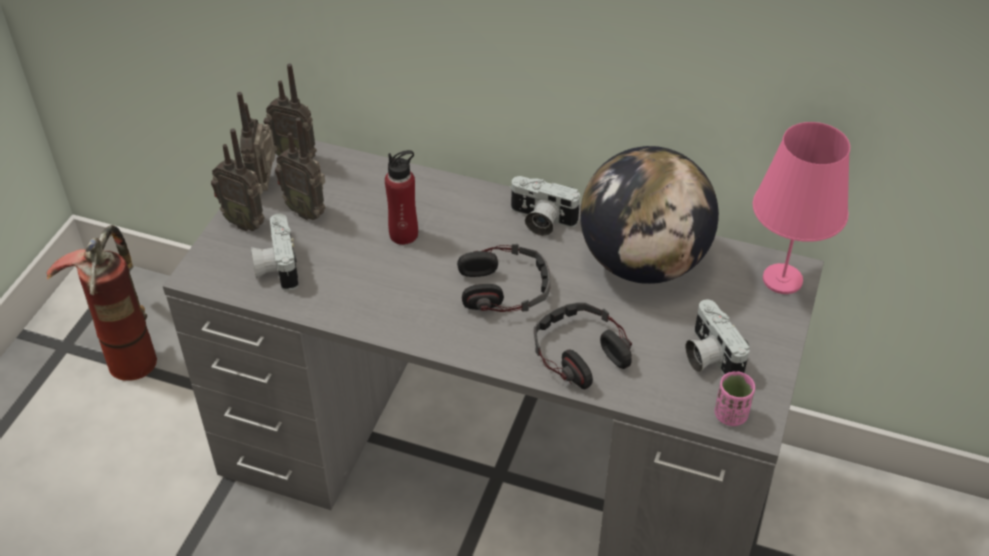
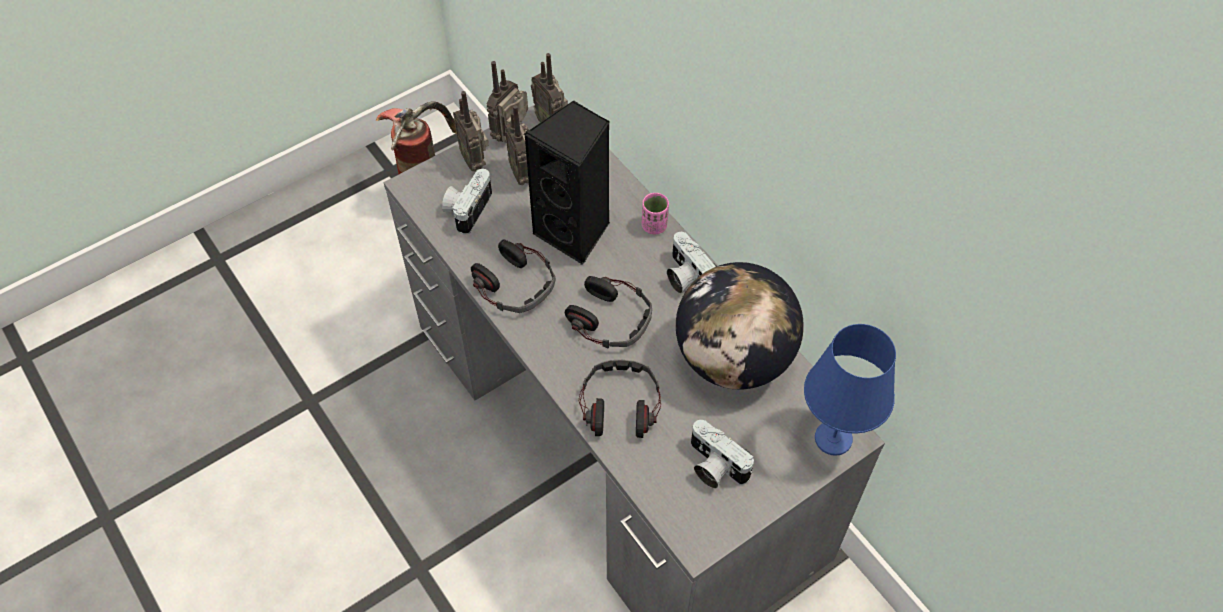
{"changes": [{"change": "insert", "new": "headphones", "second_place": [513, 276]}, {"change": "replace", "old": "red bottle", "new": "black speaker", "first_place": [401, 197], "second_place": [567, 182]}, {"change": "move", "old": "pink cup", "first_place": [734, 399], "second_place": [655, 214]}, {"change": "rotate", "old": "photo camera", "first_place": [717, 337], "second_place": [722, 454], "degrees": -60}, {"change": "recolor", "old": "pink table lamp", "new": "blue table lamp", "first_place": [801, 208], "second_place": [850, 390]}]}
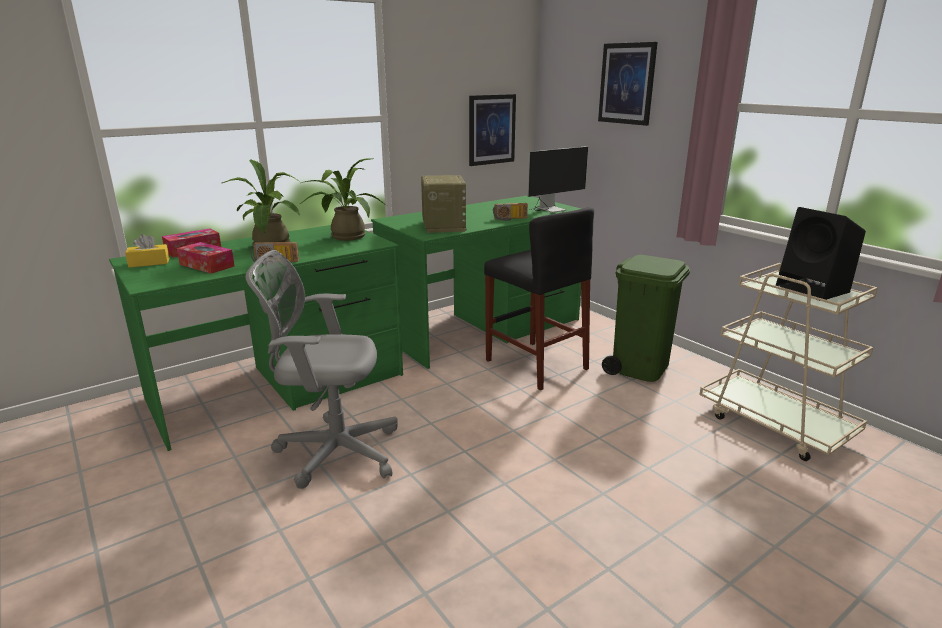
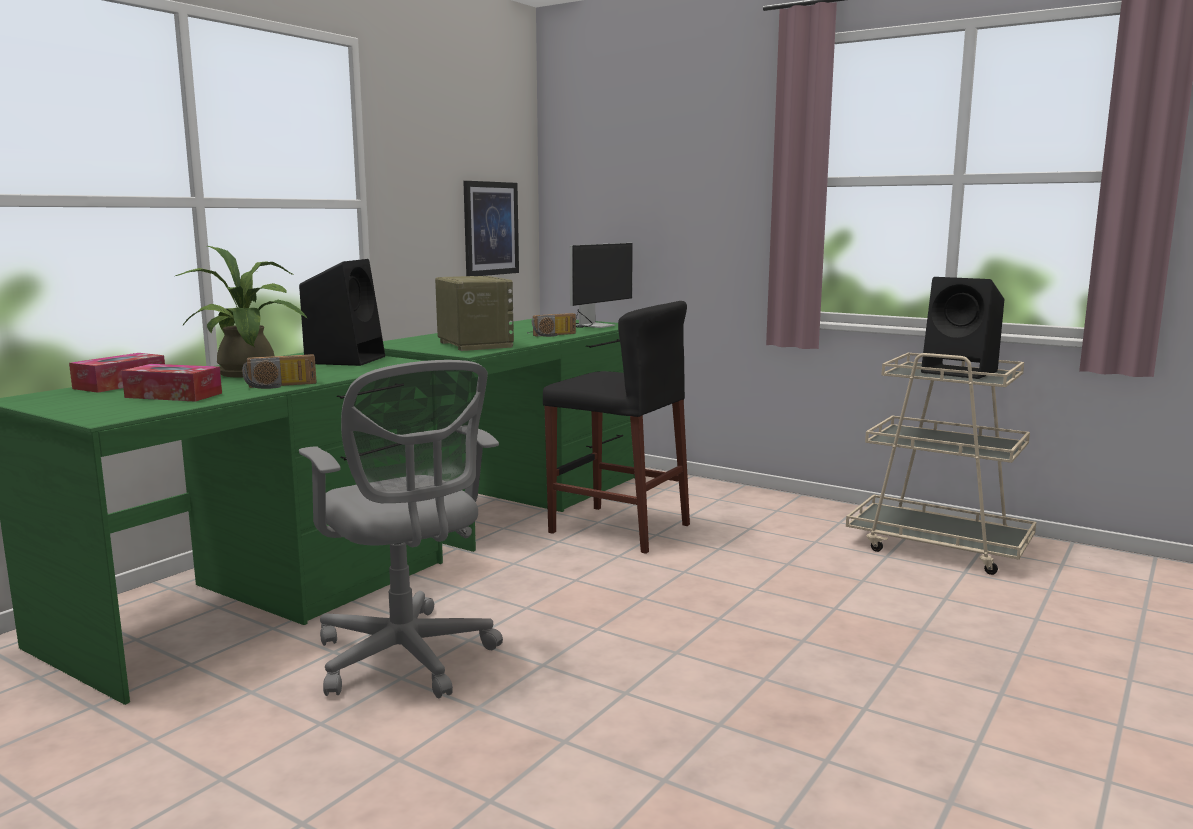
{"changes": [{"change": "replace", "old": "potted plant", "new": "black speaker", "first_place": [343, 199], "second_place": [342, 312]}, {"change": "rotate", "old": "grey office chair", "first_place": [322, 369], "second_place": [401, 529], "degrees": -105}, {"change": "delete", "old": "yellow tissue box", "first_place": [147, 251]}, {"change": "delete", "old": "picture", "first_place": [628, 84]}, {"change": "delete", "old": "green trash can", "first_place": [646, 318]}]}
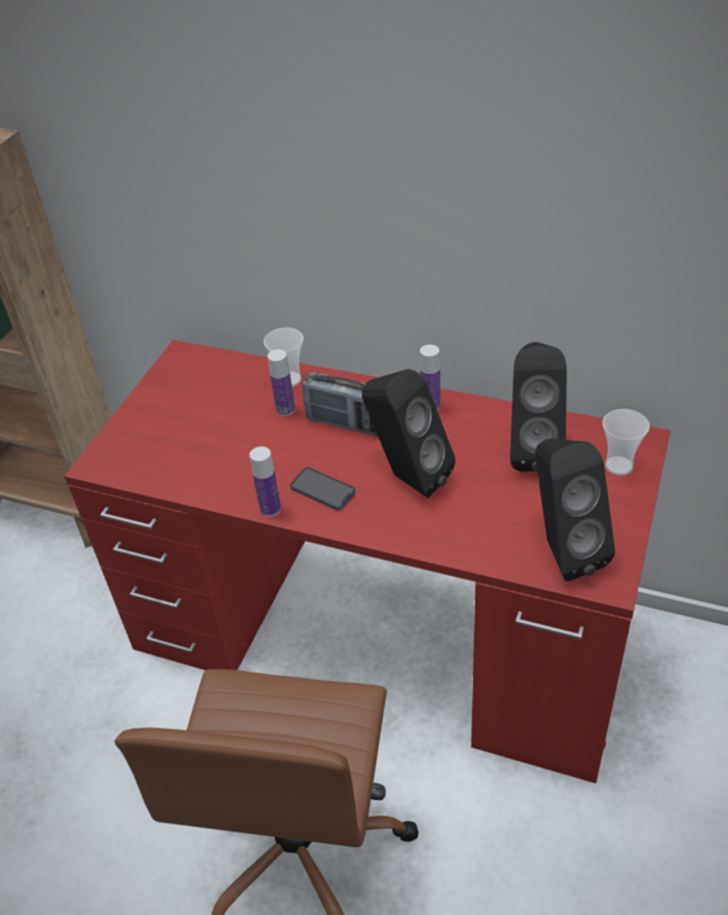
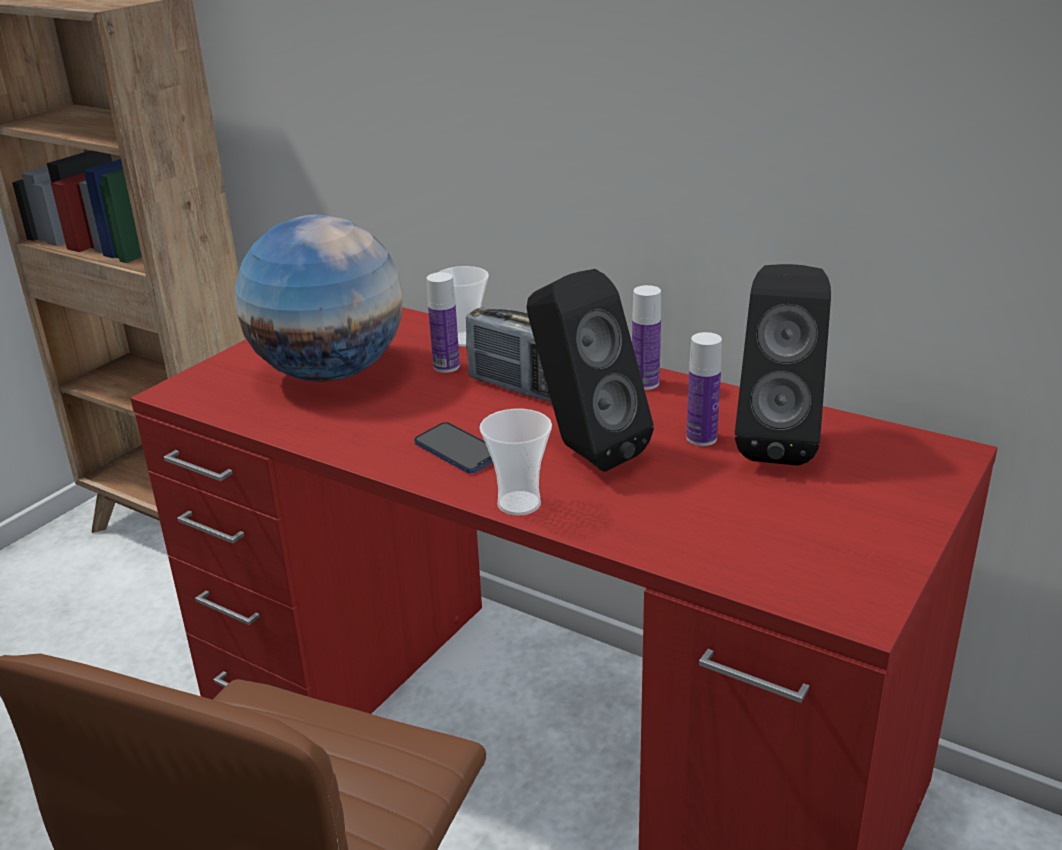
{"changes": [{"change": "insert", "new": "globe", "second_place": [319, 298]}, {"change": "move", "old": "cup", "first_place": [626, 442], "second_place": [516, 462]}, {"change": "move", "old": "bottle", "first_place": [265, 481], "second_place": [704, 389]}, {"change": "delete", "old": "black speaker", "first_place": [575, 509]}]}
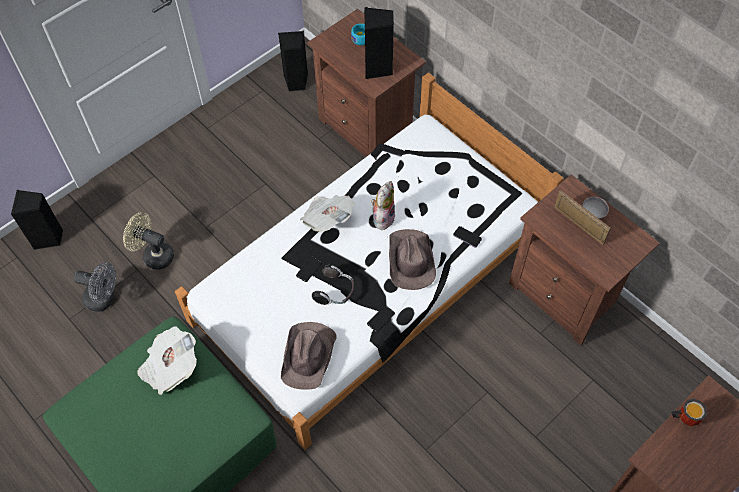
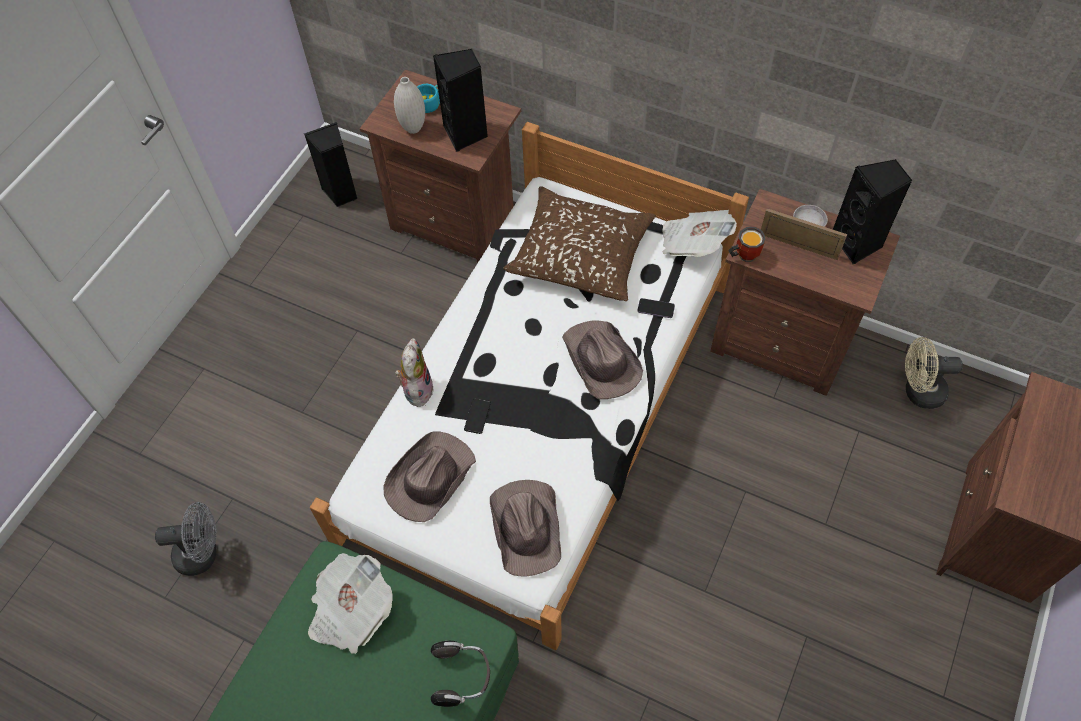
{"changes": [{"change": "insert", "new": "brown hat", "second_place": [429, 477]}, {"change": "insert", "new": "white vase", "second_place": [409, 105]}, {"change": "move", "old": "plush toy", "first_place": [383, 205], "second_place": [414, 372]}, {"change": "move", "old": "headphones", "first_place": [333, 285], "second_place": [460, 674]}, {"change": "insert", "new": "brown pillow", "second_place": [579, 243]}, {"change": "move", "old": "newspaper", "first_place": [328, 213], "second_place": [699, 233]}, {"change": "move", "old": "mug", "first_place": [689, 412], "second_place": [747, 244]}, {"change": "move", "old": "black speaker", "first_place": [37, 220], "second_place": [872, 212]}, {"change": "move", "old": "beige fan", "first_place": [148, 241], "second_place": [934, 373]}, {"change": "delete", "old": "phone", "first_place": [381, 318]}]}
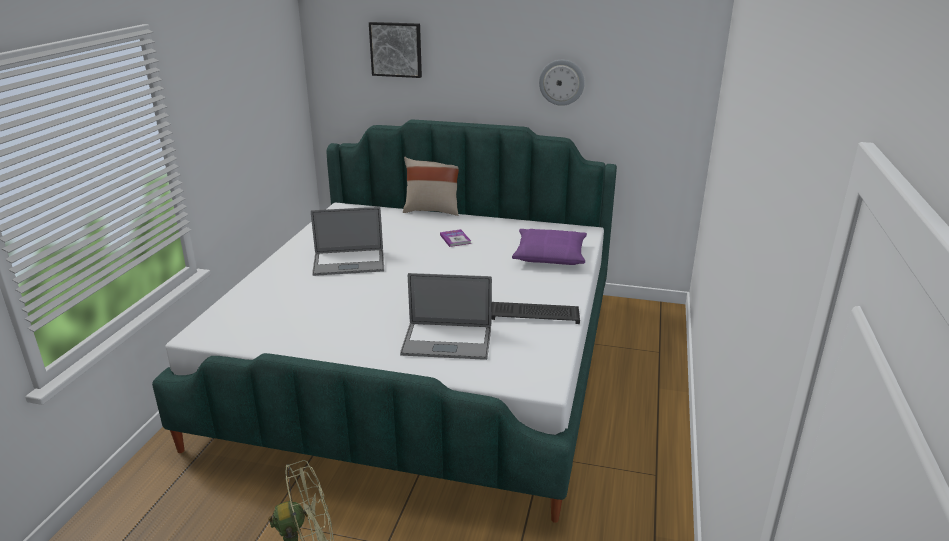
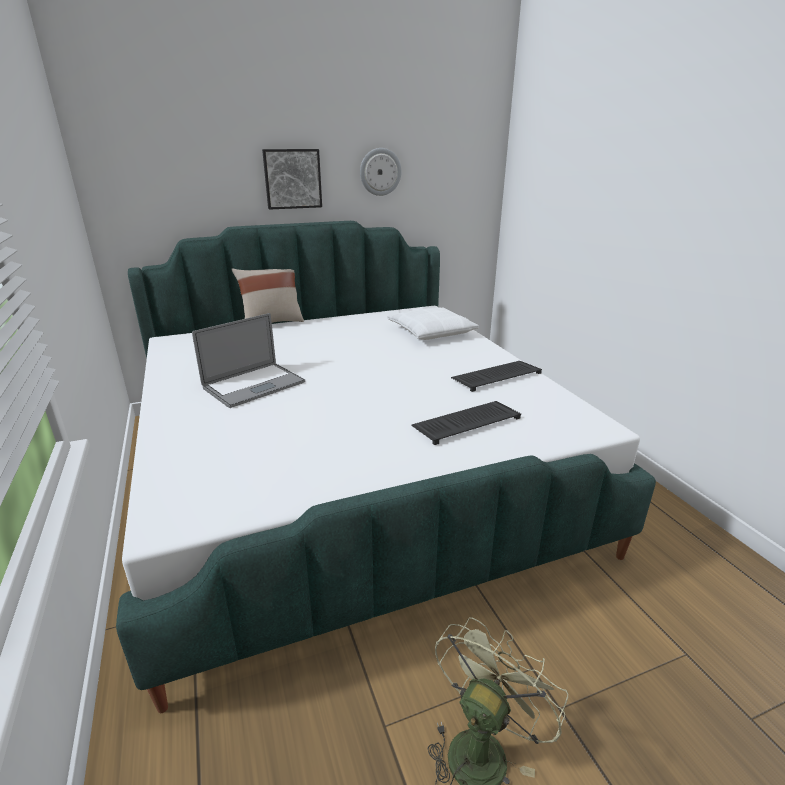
{"changes": [{"change": "move", "old": "picture", "first_place": [395, 50], "second_place": [292, 179]}, {"change": "recolor", "old": "purple pillow", "new": "white pillow", "first_place": [549, 247], "second_place": [433, 323]}, {"change": "replace", "old": "laptop", "new": "keyboard", "first_place": [446, 316], "second_place": [466, 423]}, {"change": "delete", "old": "book", "first_place": [455, 238]}]}
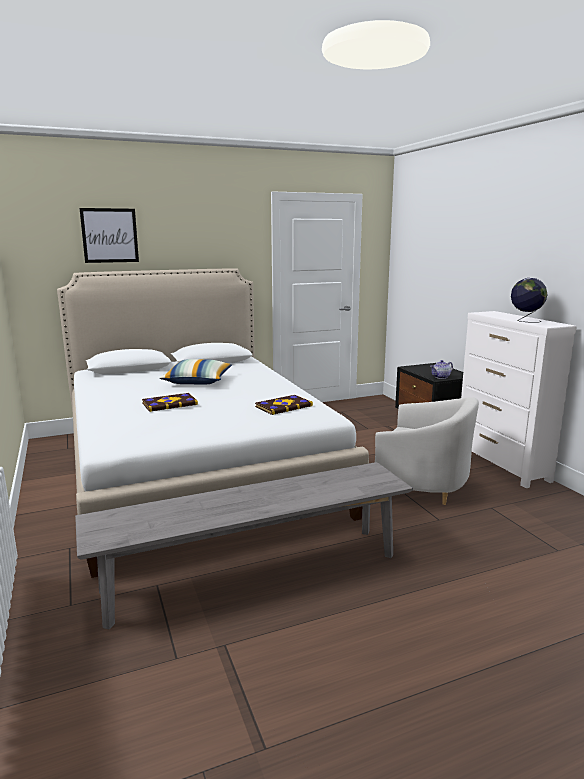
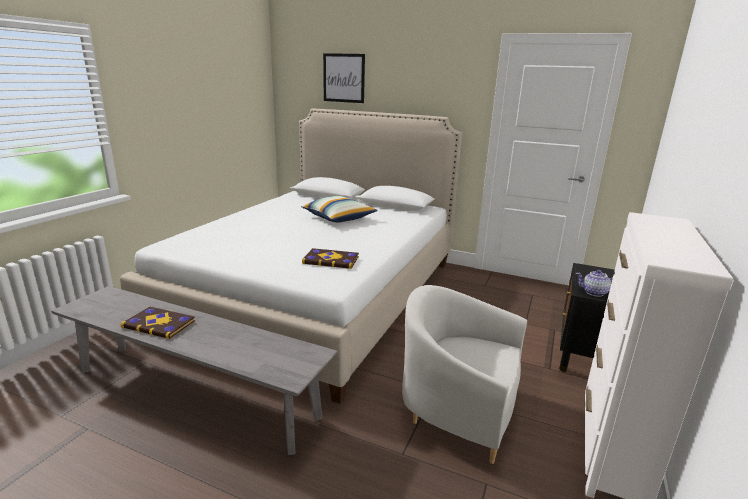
{"changes": [{"change": "move", "old": "book", "first_place": [170, 402], "second_place": [158, 322]}, {"change": "rotate", "old": "white armchair", "first_place": [427, 451], "second_place": [464, 374], "degrees": 135}, {"change": "delete", "old": "globe", "first_place": [529, 300]}]}
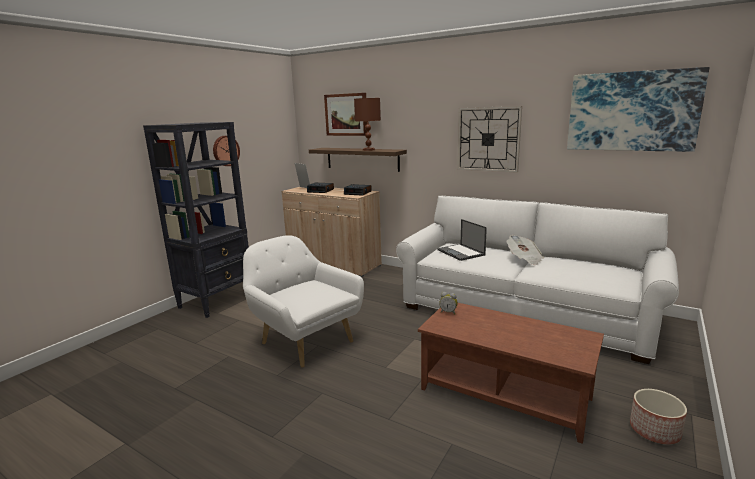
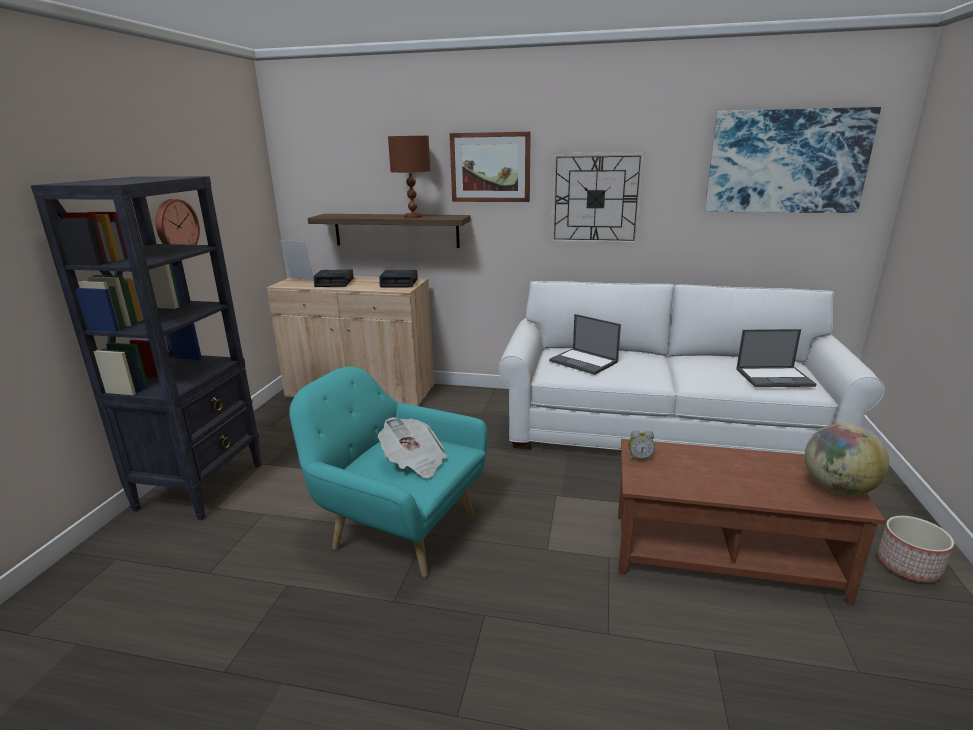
{"changes": [{"change": "recolor", "old": "white armchair", "new": "turquoise armchair", "first_place": [303, 301], "second_place": [388, 472]}, {"change": "move", "old": "newspaper", "first_place": [525, 250], "second_place": [412, 447]}, {"change": "move", "old": "picture", "first_place": [345, 114], "second_place": [490, 167]}, {"change": "insert", "new": "laptop", "second_place": [776, 358]}, {"change": "insert", "new": "globe", "second_place": [847, 459]}]}
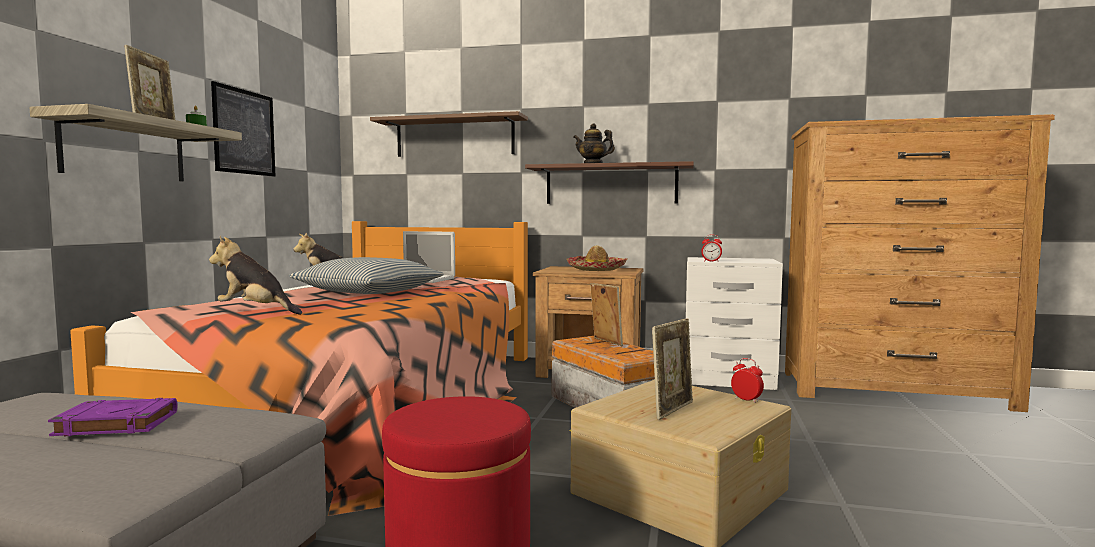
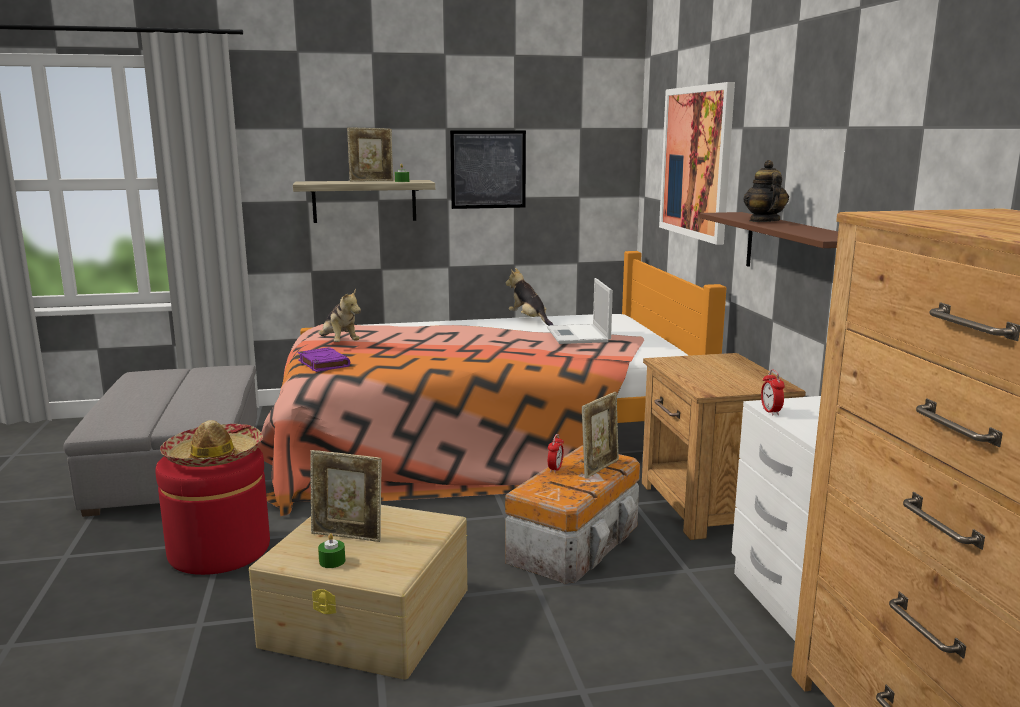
{"changes": [{"change": "move", "old": "hat", "first_place": [597, 258], "second_place": [211, 443]}, {"change": "move", "old": "purple book", "first_place": [113, 417], "second_place": [324, 359]}, {"change": "rotate", "old": "plush toy", "first_place": [255, 275], "second_place": [339, 315], "degrees": 150}, {"change": "insert", "new": "green candle", "second_place": [331, 550]}, {"change": "move", "old": "alarm clock", "first_place": [747, 380], "second_place": [556, 453]}, {"change": "replace", "old": "brown shelf", "new": "picture", "first_place": [449, 134], "second_place": [697, 163]}, {"change": "delete", "old": "pillow", "first_place": [366, 275]}]}
